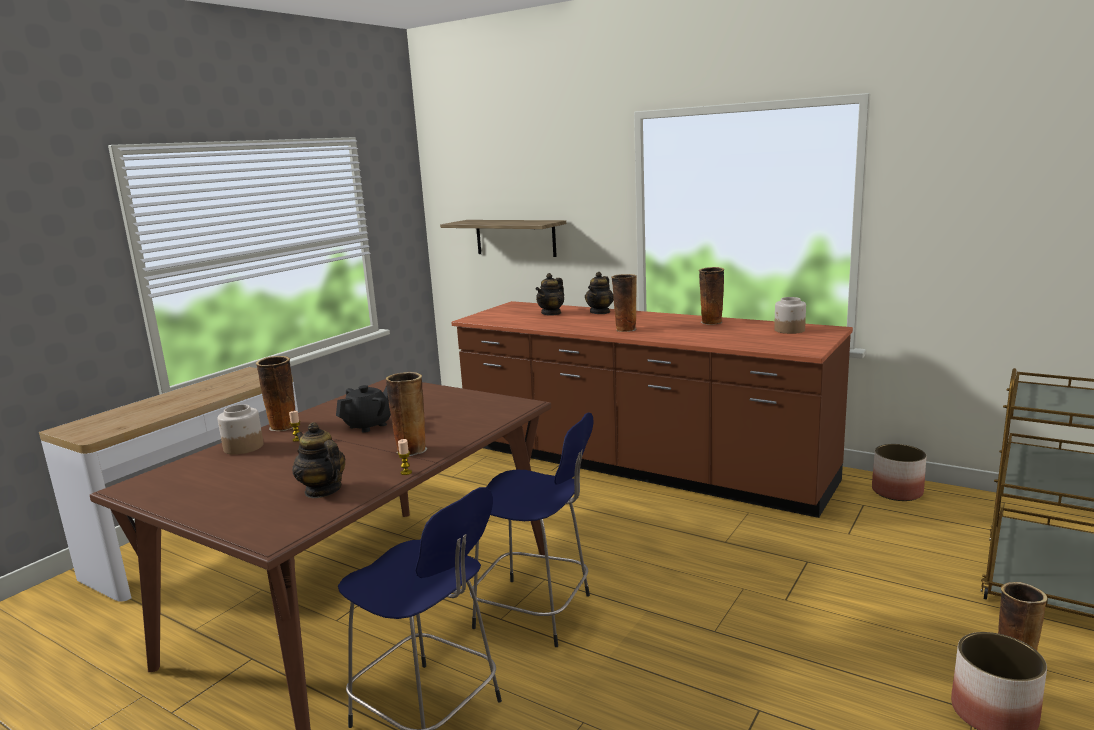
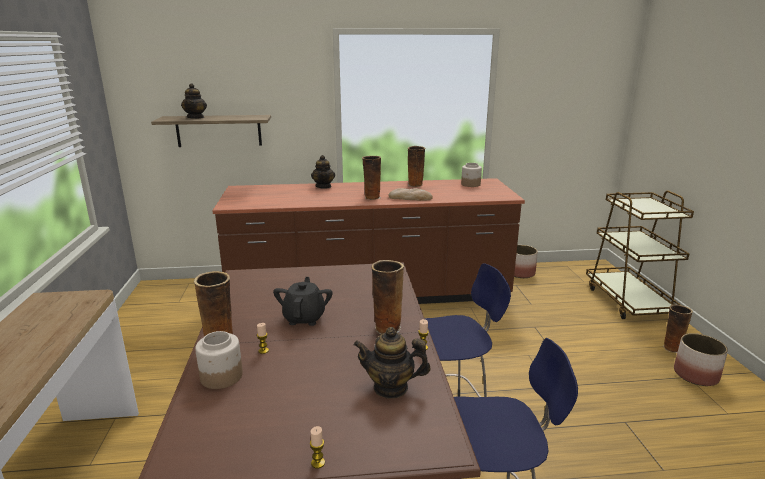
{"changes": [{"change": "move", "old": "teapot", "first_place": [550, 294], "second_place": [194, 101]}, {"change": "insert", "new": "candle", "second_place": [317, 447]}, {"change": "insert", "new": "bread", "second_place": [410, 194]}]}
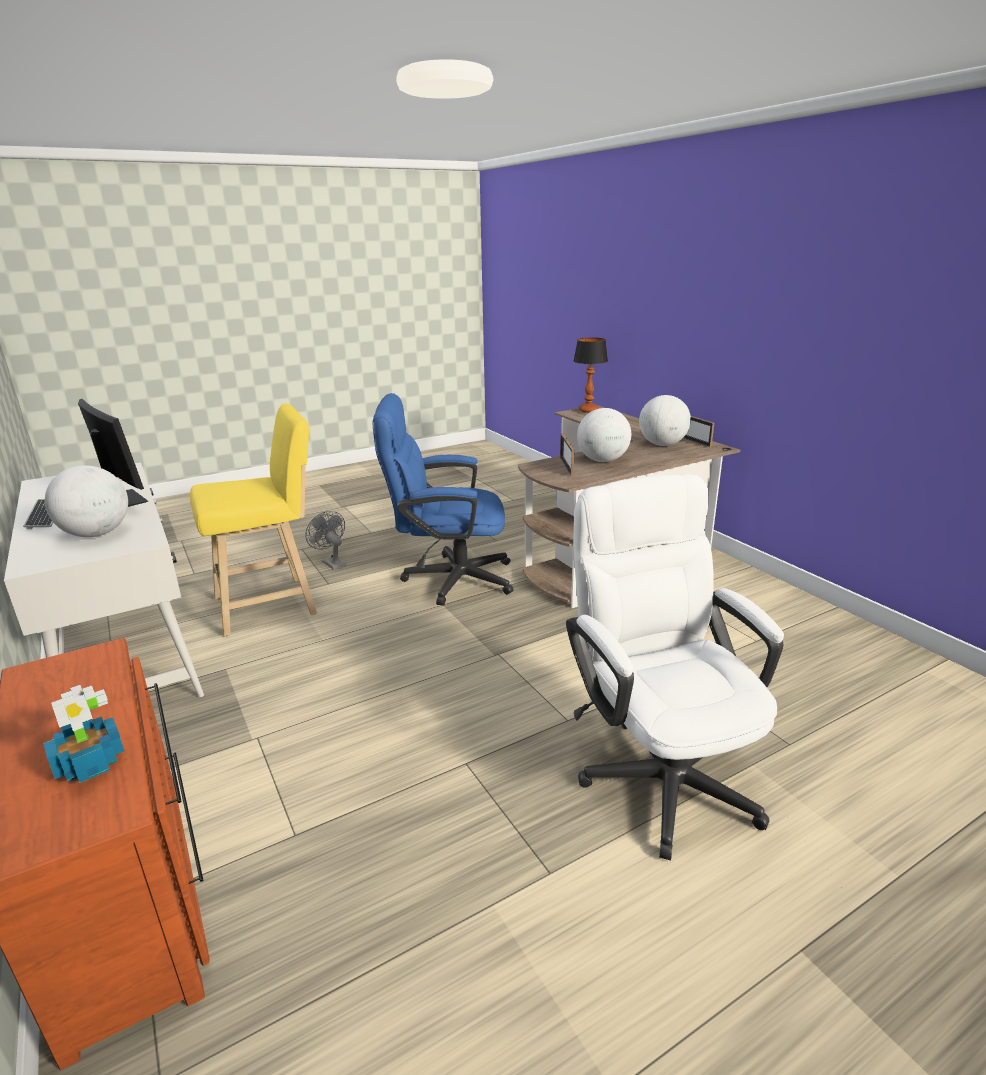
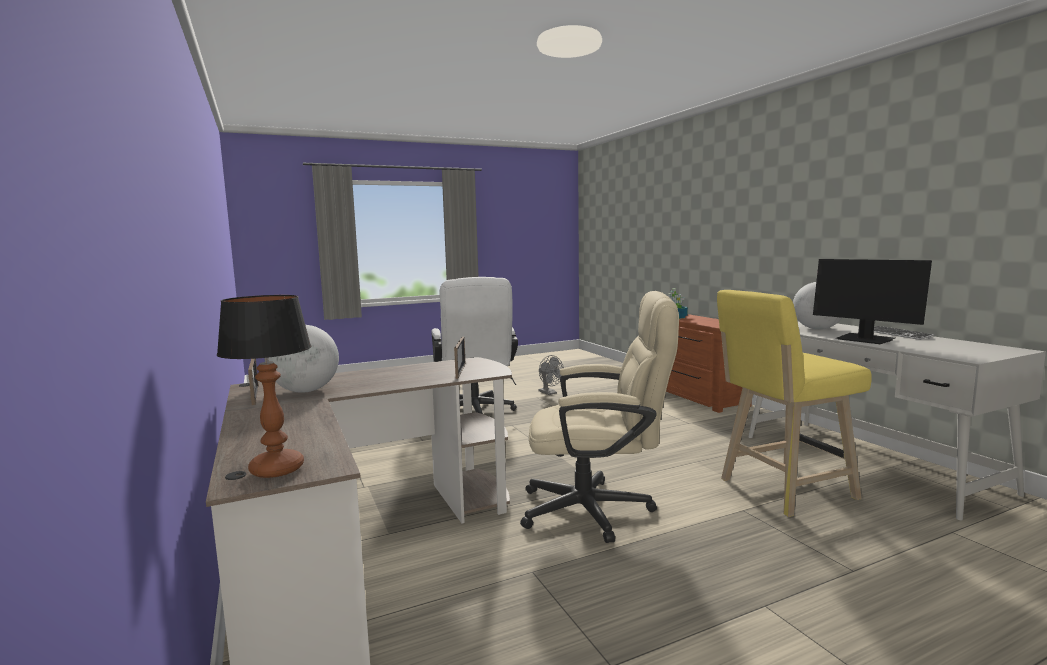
{"changes": [{"change": "recolor", "old": "blue office chair", "new": "beige office chair", "first_place": [443, 499], "second_place": [599, 417]}, {"change": "move", "old": "grey fan", "first_place": [325, 540], "second_place": [551, 375]}, {"change": "delete", "old": "globe", "first_place": [604, 435]}]}
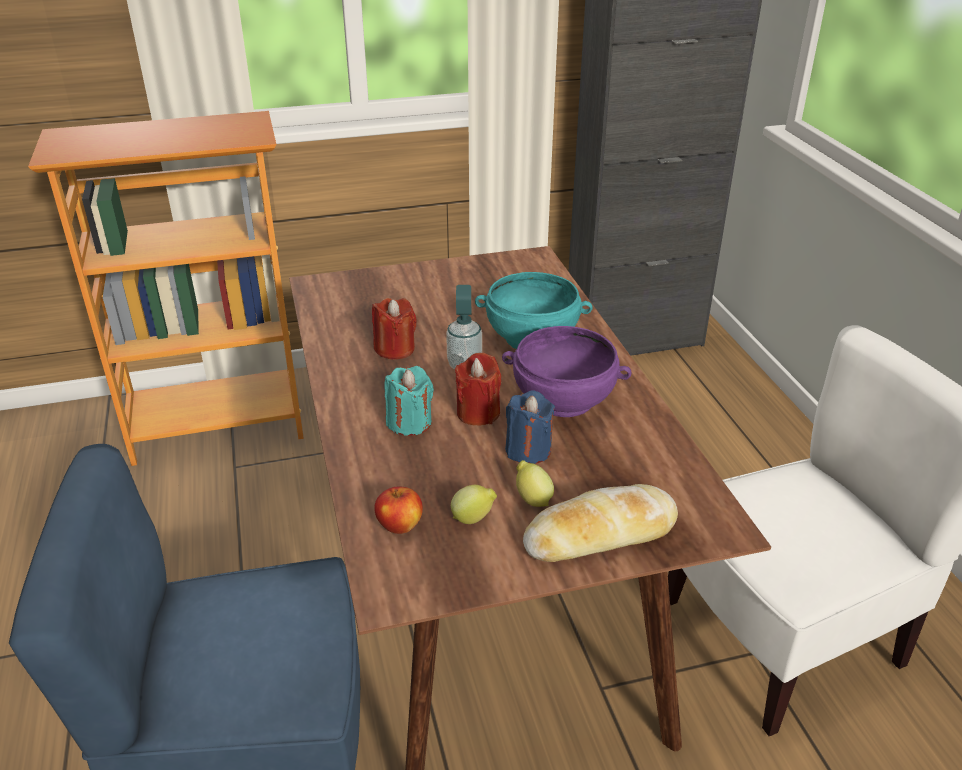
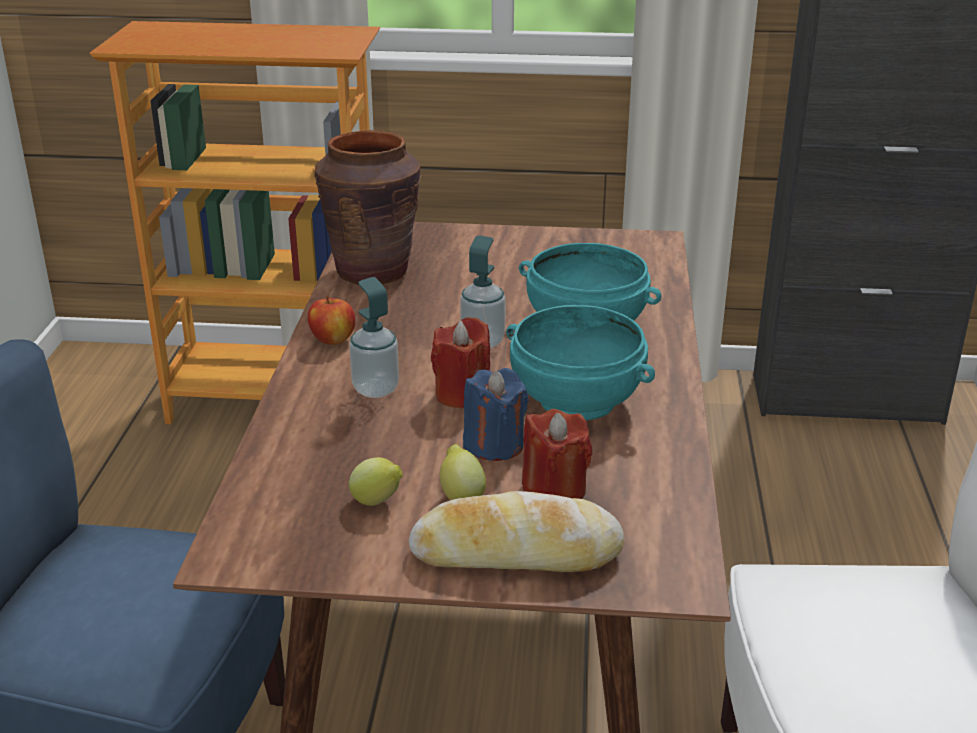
{"changes": [{"change": "move", "old": "apple", "first_place": [398, 510], "second_place": [332, 320]}, {"change": "insert", "new": "brown vase", "second_place": [367, 207]}, {"change": "replace", "old": "turquoise candle", "new": "soap dispenser", "first_place": [409, 401], "second_place": [374, 337]}, {"change": "recolor", "old": "purple bowl", "new": "turquoise bowl", "first_place": [566, 371], "second_place": [580, 362]}, {"change": "move", "old": "red candle", "first_place": [394, 329], "second_place": [557, 454]}]}
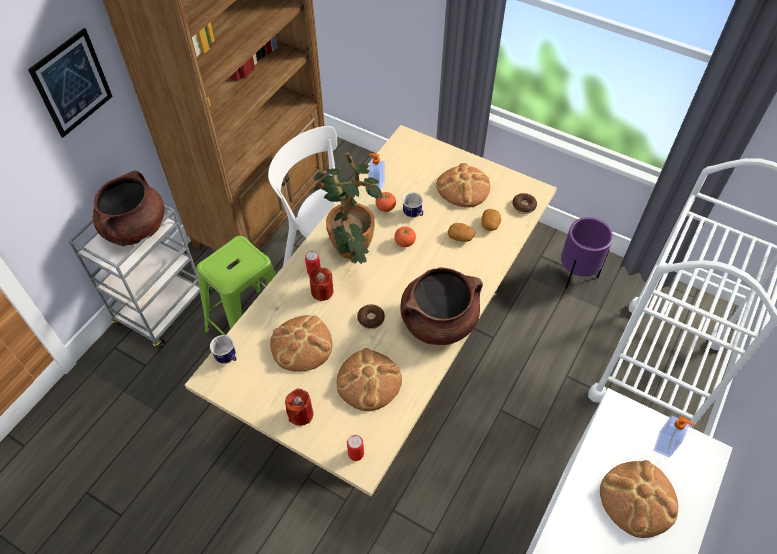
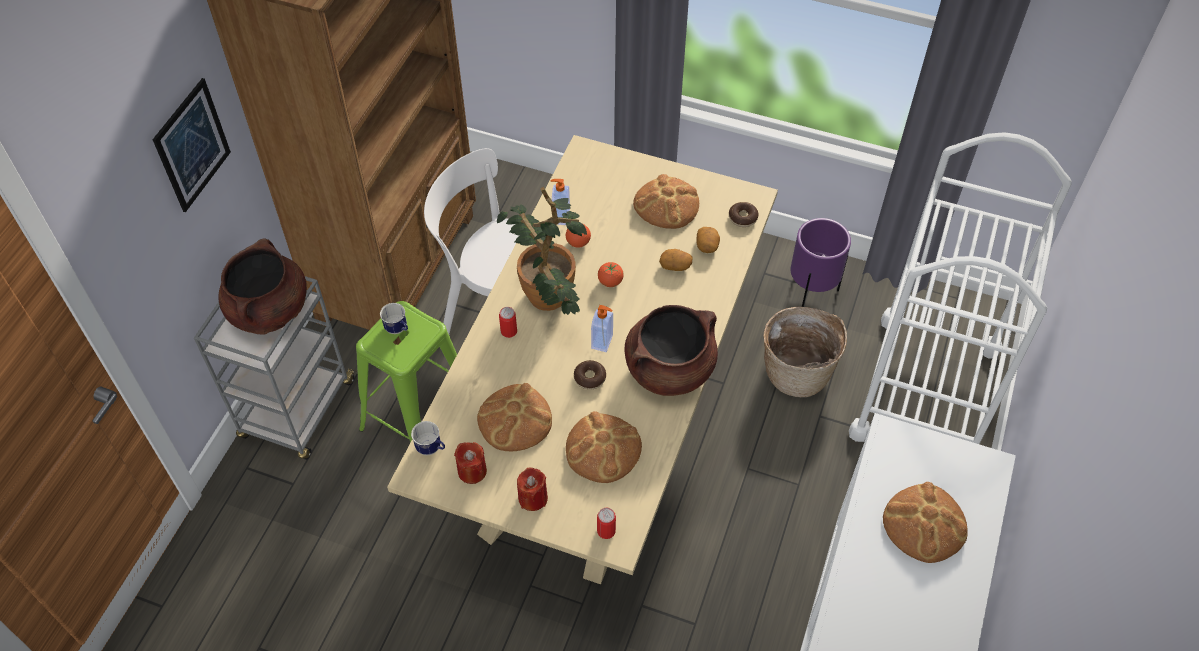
{"changes": [{"change": "move", "old": "mug", "first_place": [412, 205], "second_place": [394, 318]}, {"change": "move", "old": "red candle", "first_place": [321, 284], "second_place": [470, 463]}, {"change": "move", "old": "soap dispenser", "first_place": [674, 437], "second_place": [602, 328]}, {"change": "insert", "new": "basket", "second_place": [805, 352]}]}
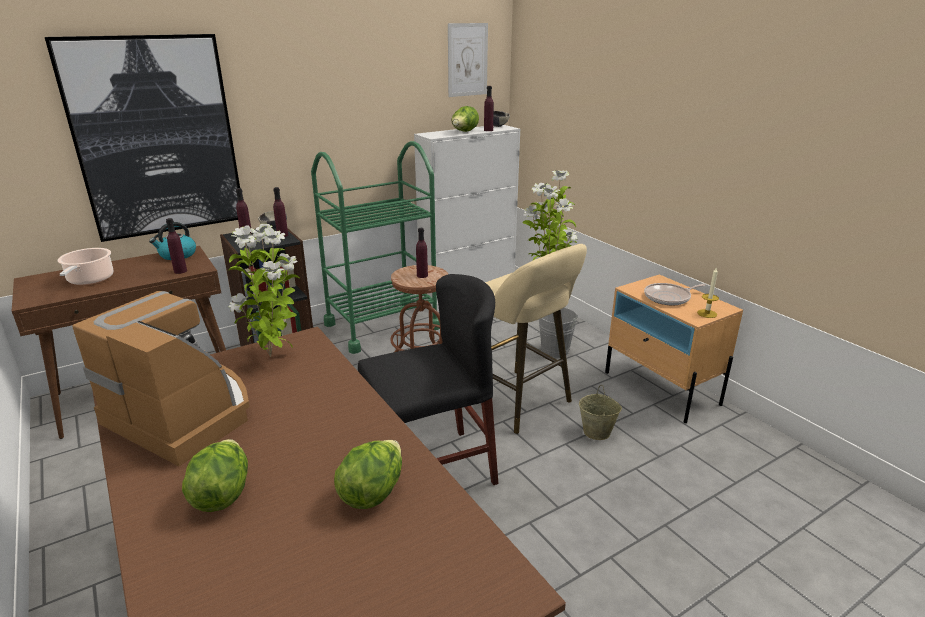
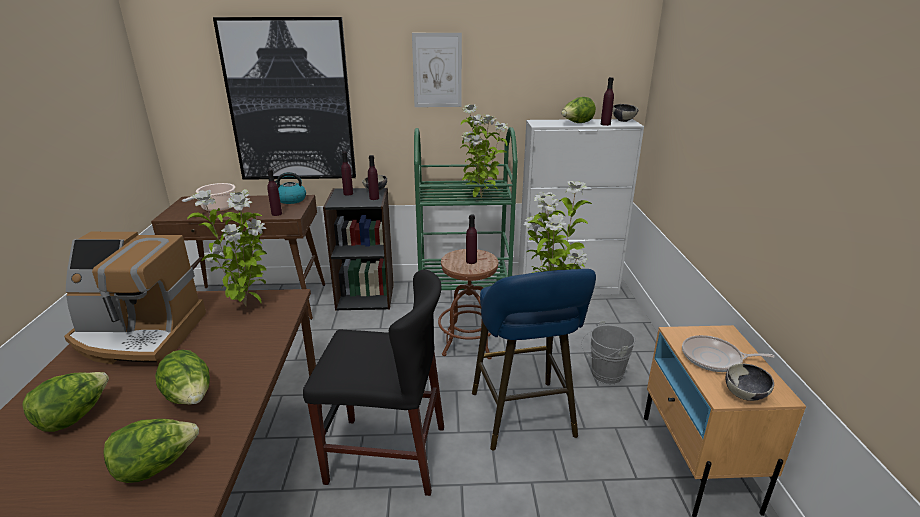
{"changes": [{"change": "rotate", "old": "coffee machine", "first_place": [161, 378], "second_place": [135, 298], "degrees": 120}, {"change": "insert", "new": "lettuce", "second_place": [182, 377]}, {"change": "move", "old": "picture", "first_place": [468, 60], "second_place": [437, 70]}, {"change": "insert", "new": "potted plant", "second_place": [484, 151]}, {"change": "recolor", "old": "beige stool", "new": "blue stool", "first_place": [536, 339], "second_place": [534, 359]}, {"change": "replace", "old": "candle", "new": "bowl", "first_place": [708, 293], "second_place": [749, 382]}, {"change": "delete", "old": "beige bucket", "first_place": [600, 412]}]}
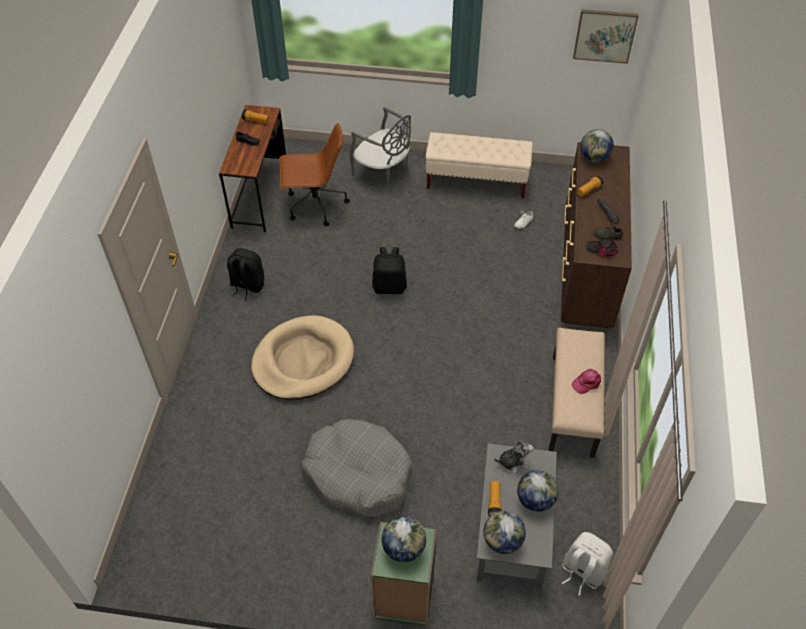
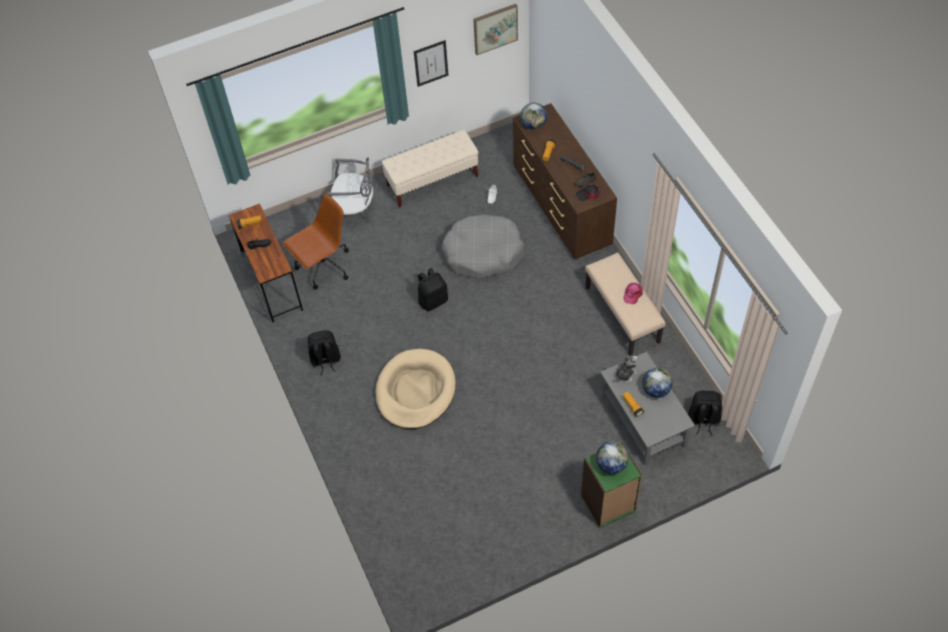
{"changes": [{"change": "insert", "new": "picture", "second_place": [431, 63]}, {"change": "move", "old": "grey dog bed", "first_place": [356, 468], "second_place": [483, 246]}, {"change": "recolor", "old": "white backpack", "new": "black backpack", "first_place": [587, 564], "second_place": [705, 413]}, {"change": "delete", "old": "globe", "first_place": [504, 532]}]}
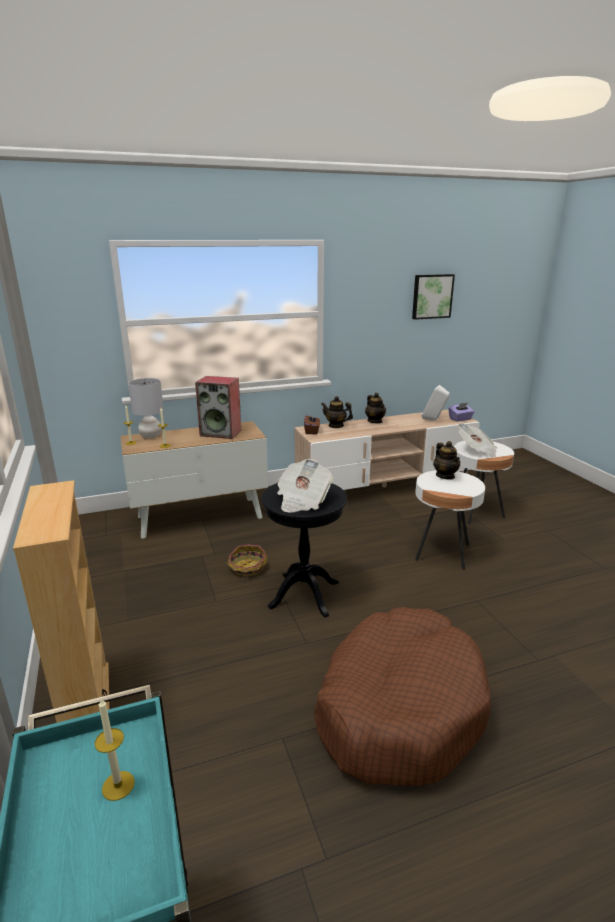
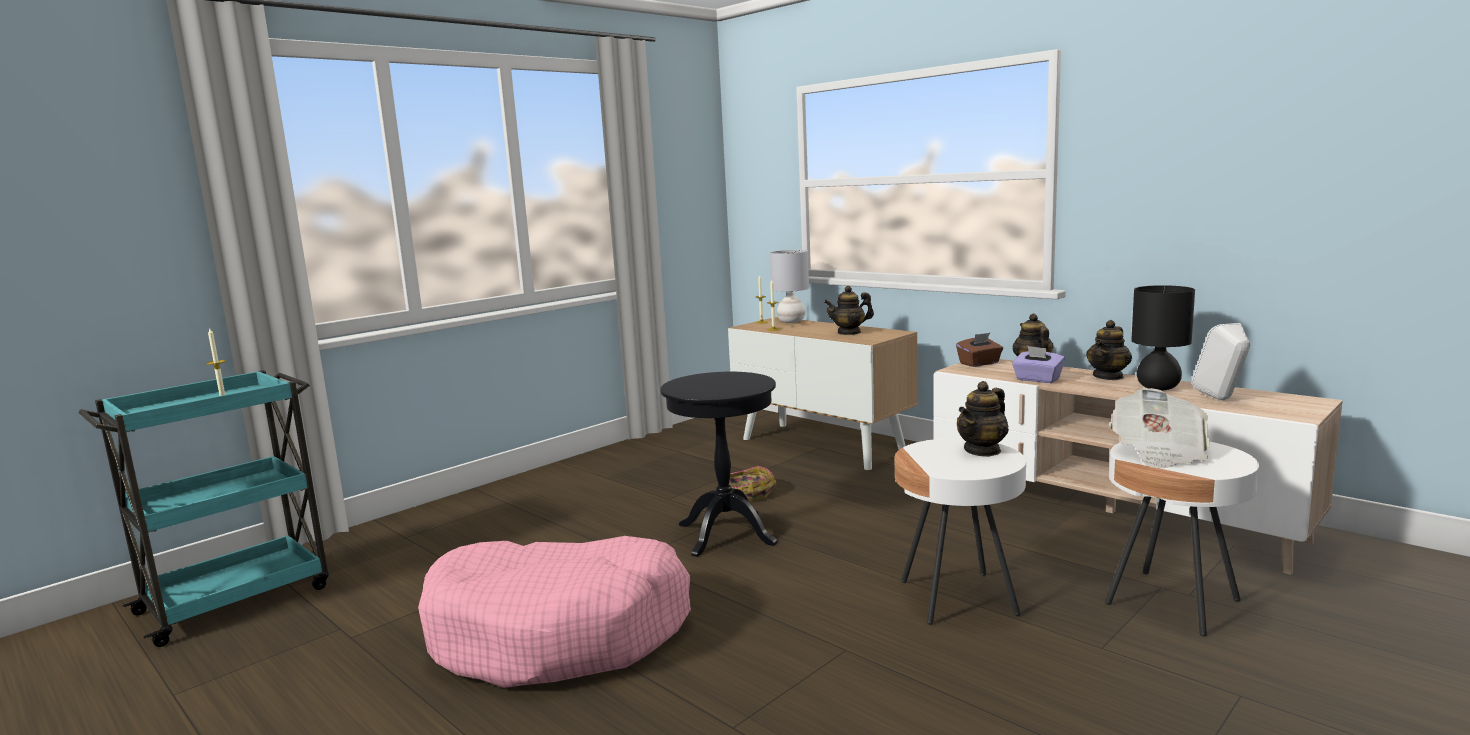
{"changes": [{"change": "recolor", "old": "brown dog bed", "new": "pink dog bed", "first_place": [402, 696], "second_place": [554, 612]}, {"change": "replace", "old": "speaker", "new": "teapot", "first_place": [218, 407], "second_place": [849, 310]}, {"change": "move", "old": "purple tissue box", "first_place": [461, 412], "second_place": [1038, 364]}, {"change": "insert", "new": "black table lamp", "second_place": [1163, 337]}, {"change": "delete", "old": "beige bookcase", "first_place": [61, 601]}, {"change": "delete", "old": "newspaper", "first_place": [305, 486]}, {"change": "delete", "old": "picture", "first_place": [433, 297]}]}
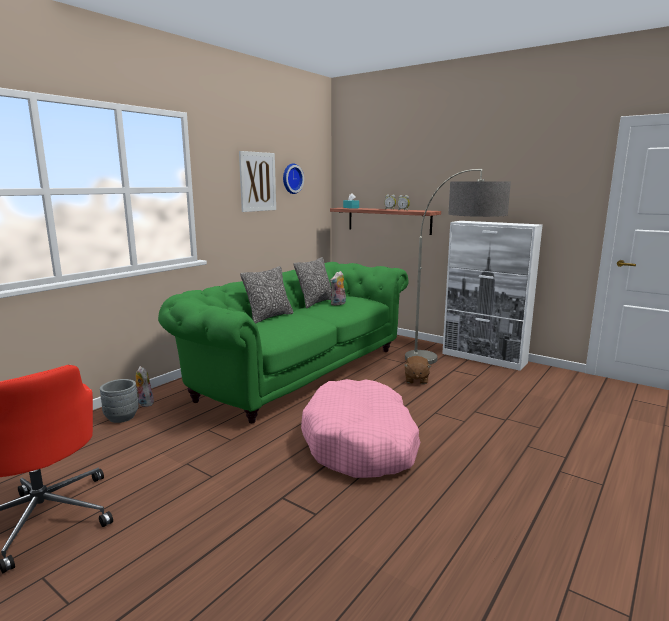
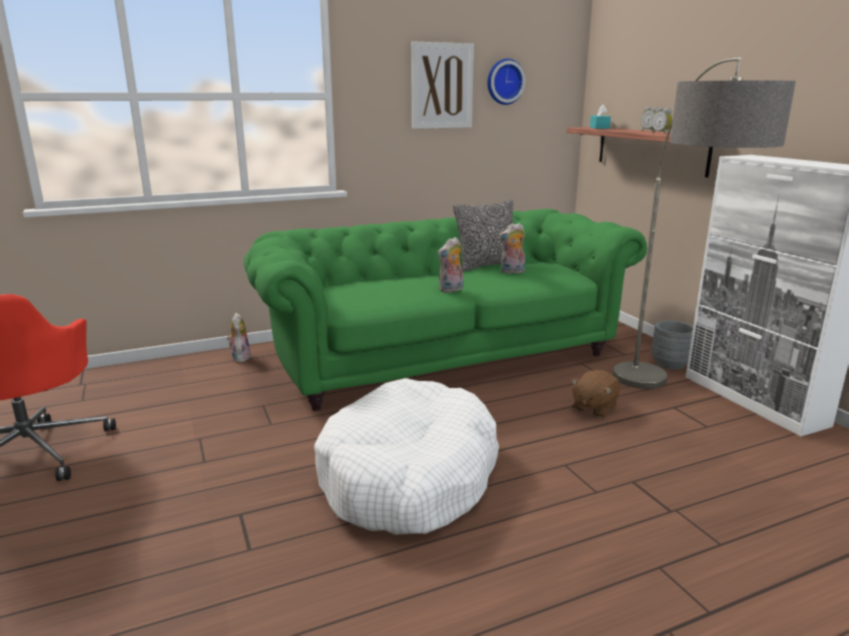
{"changes": [{"change": "recolor", "old": "pink dog bed", "new": "white dog bed", "first_place": [360, 428], "second_place": [406, 456]}, {"change": "insert", "new": "plush toy", "second_place": [451, 265]}, {"change": "move", "old": "grey planter", "first_place": [119, 401], "second_place": [672, 345]}, {"change": "delete", "old": "pillow", "first_place": [267, 295]}]}
